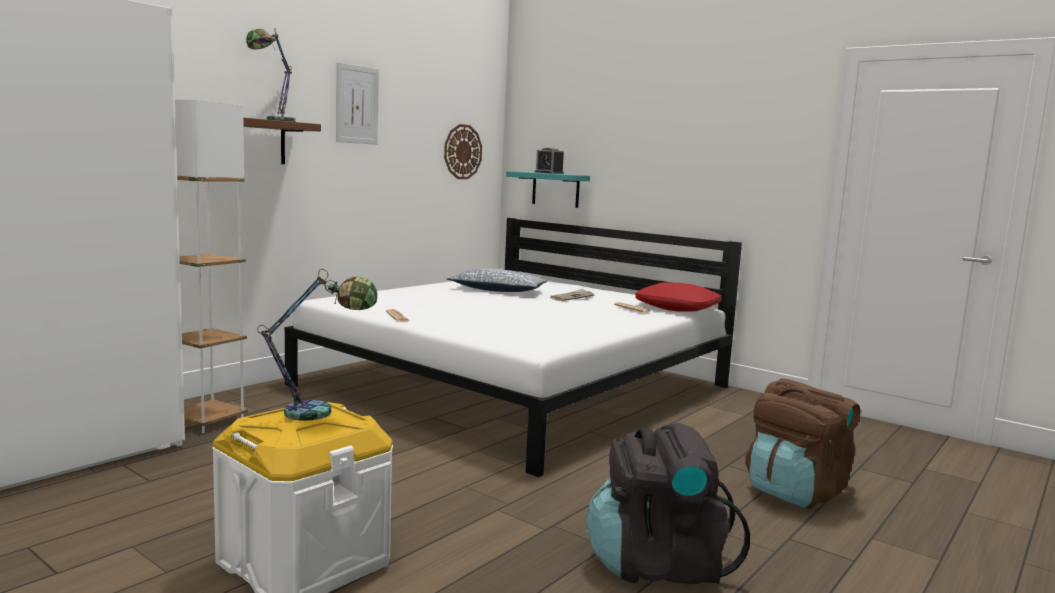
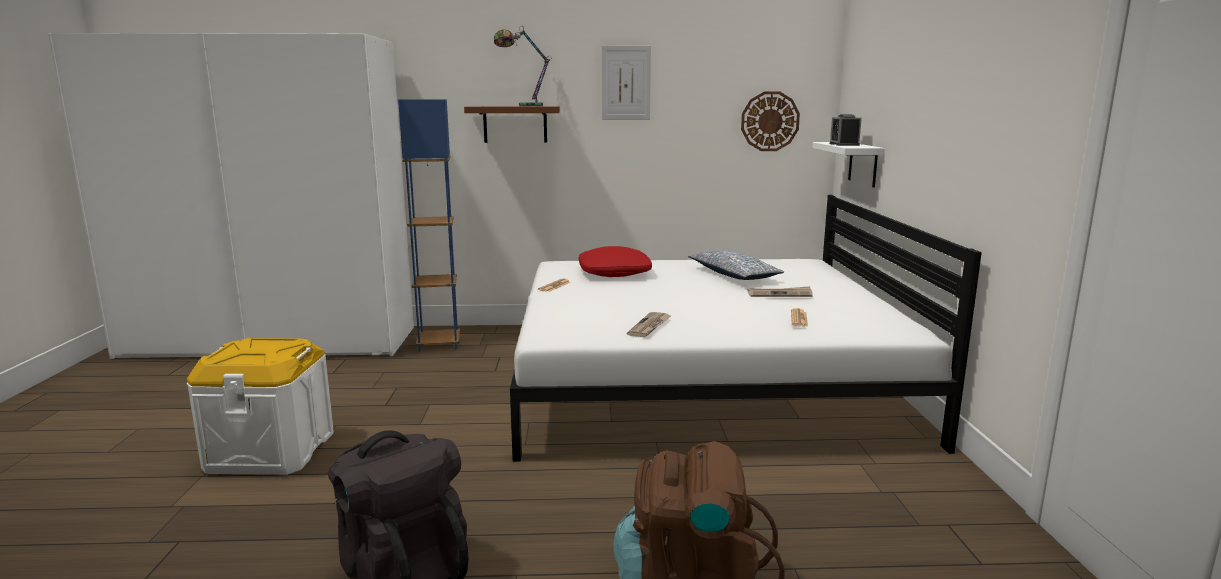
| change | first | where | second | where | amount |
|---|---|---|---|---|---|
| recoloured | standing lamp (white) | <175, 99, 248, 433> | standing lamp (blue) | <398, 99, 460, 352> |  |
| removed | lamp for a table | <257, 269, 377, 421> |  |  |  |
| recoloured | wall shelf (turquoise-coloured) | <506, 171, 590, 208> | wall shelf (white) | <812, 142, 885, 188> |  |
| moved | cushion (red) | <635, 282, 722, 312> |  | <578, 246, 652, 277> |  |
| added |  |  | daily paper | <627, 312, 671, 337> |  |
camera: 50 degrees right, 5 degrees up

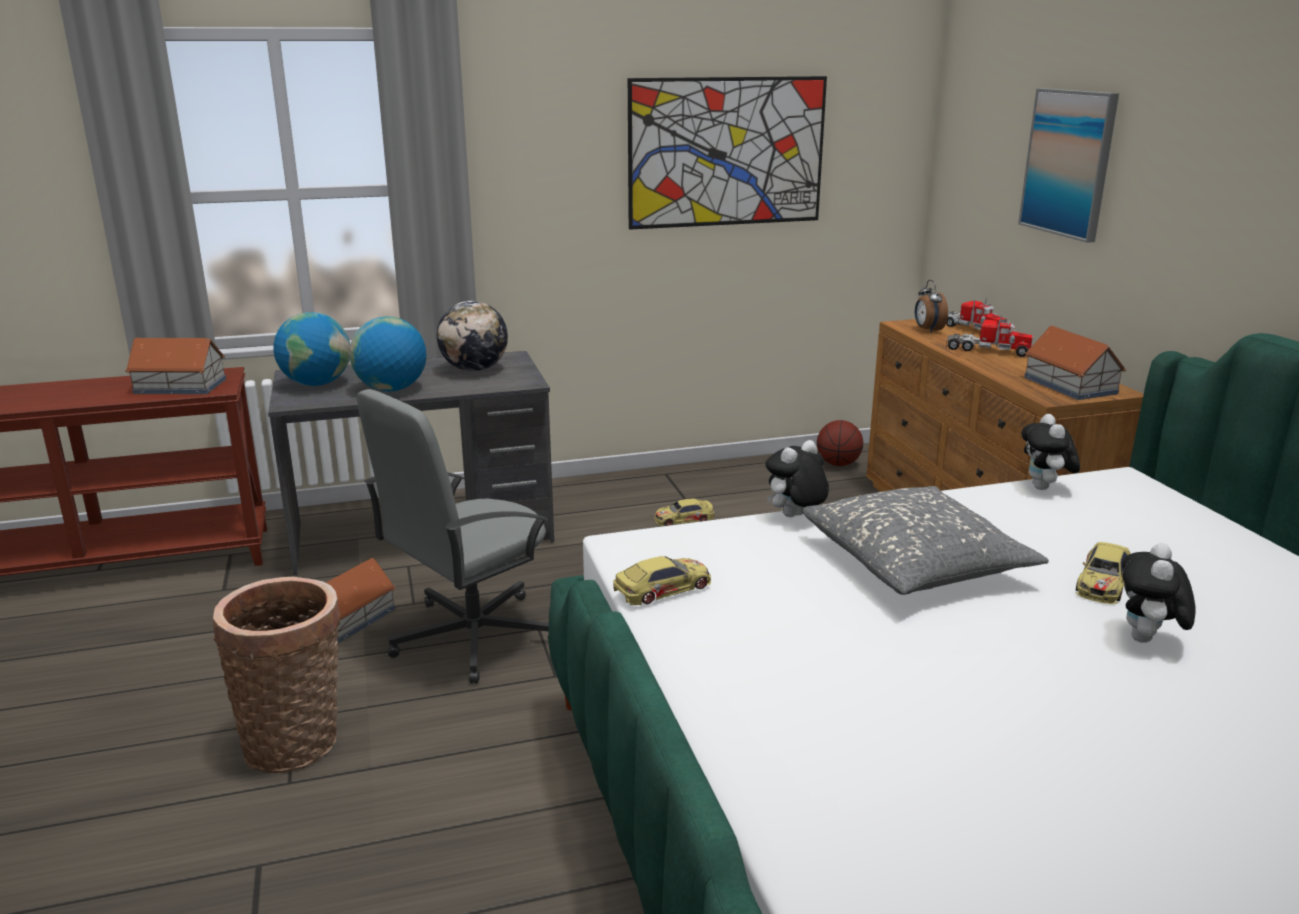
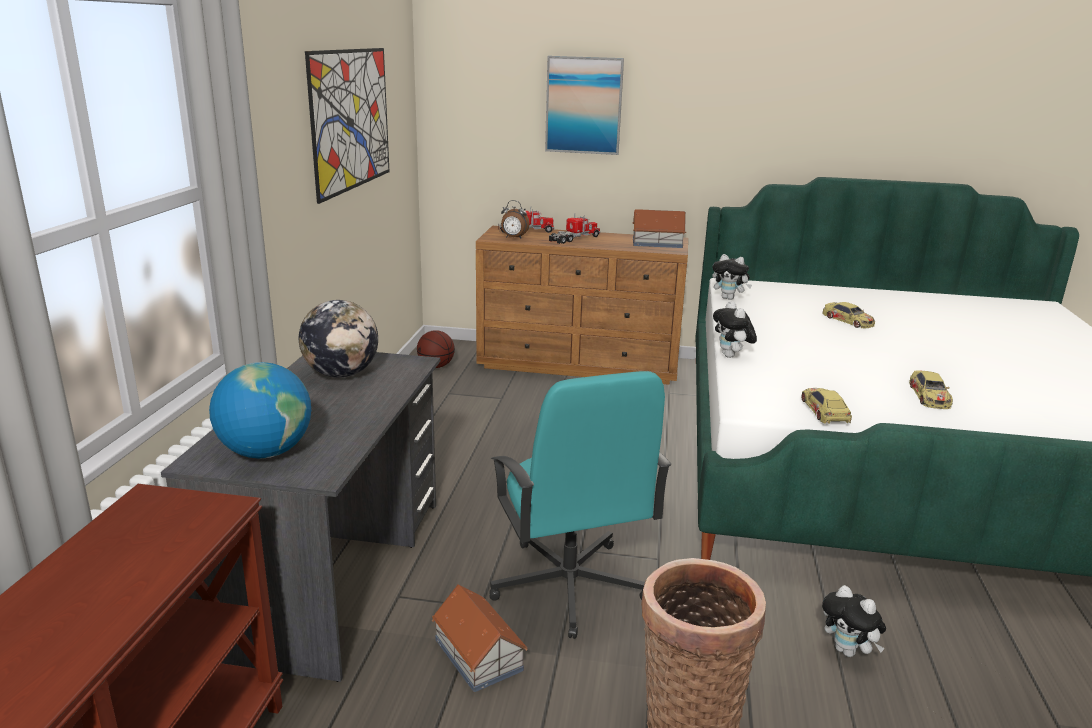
| change | first | where | second | where | amount |
|---|---|---|---|---|---|
| removed | miniature house | <125, 338, 226, 394> |  |  |  |
| removed | world globe | <349, 316, 427, 391> |  |  |  |
| recoloured | desk chair (gray) | <357, 389, 549, 684> | desk chair (turquoise-coloured) | <490, 371, 671, 639> |  |
| moved | miniature car | <654, 498, 714, 526> |  | <909, 370, 953, 409> |  |
| removed | cushion (gray) | <803, 486, 1049, 595> |  |  |  |
| moved | plush toy | <1122, 543, 1196, 643> |  | <822, 585, 886, 657> |  |
camera: 65 degrees left, 0 degrees up

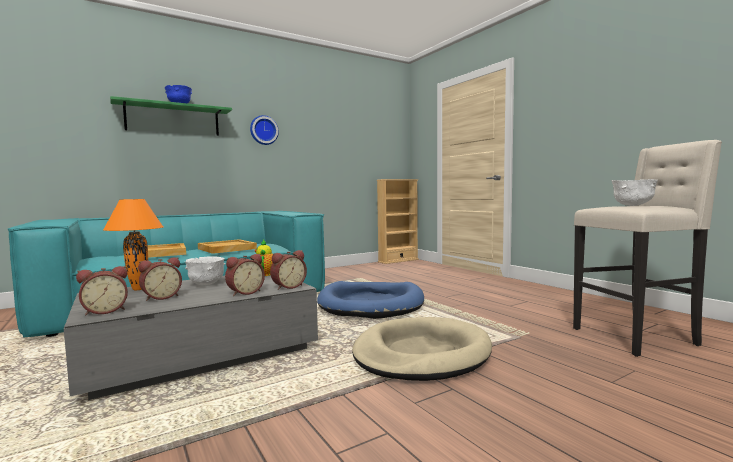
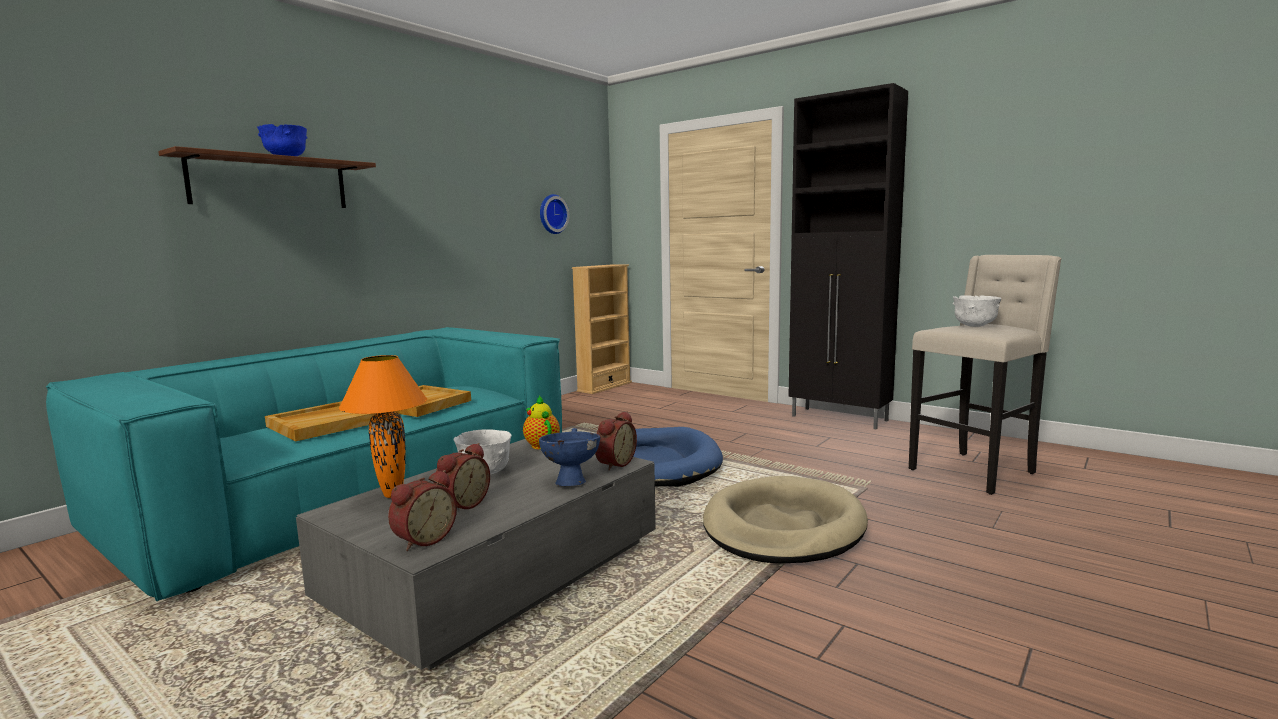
| change | first | where | second | where | amount |
|---|---|---|---|---|---|
| recoloured | wall shelf (green-coloured) | <110, 96, 232, 136> | wall shelf (brown-coloured) | <158, 146, 376, 208> |  |
| replaced | bedside clock | <225, 254, 265, 296> | deep dish (blue) | <539, 428, 600, 486> |  |
| moved | wall clock | <250, 115, 279, 145> |  | <540, 194, 569, 234> |  |
| added |  |  | storage cabinet (blackish) | <788, 83, 908, 429> |  |
camera: 20 degrees left, 5 degrees up

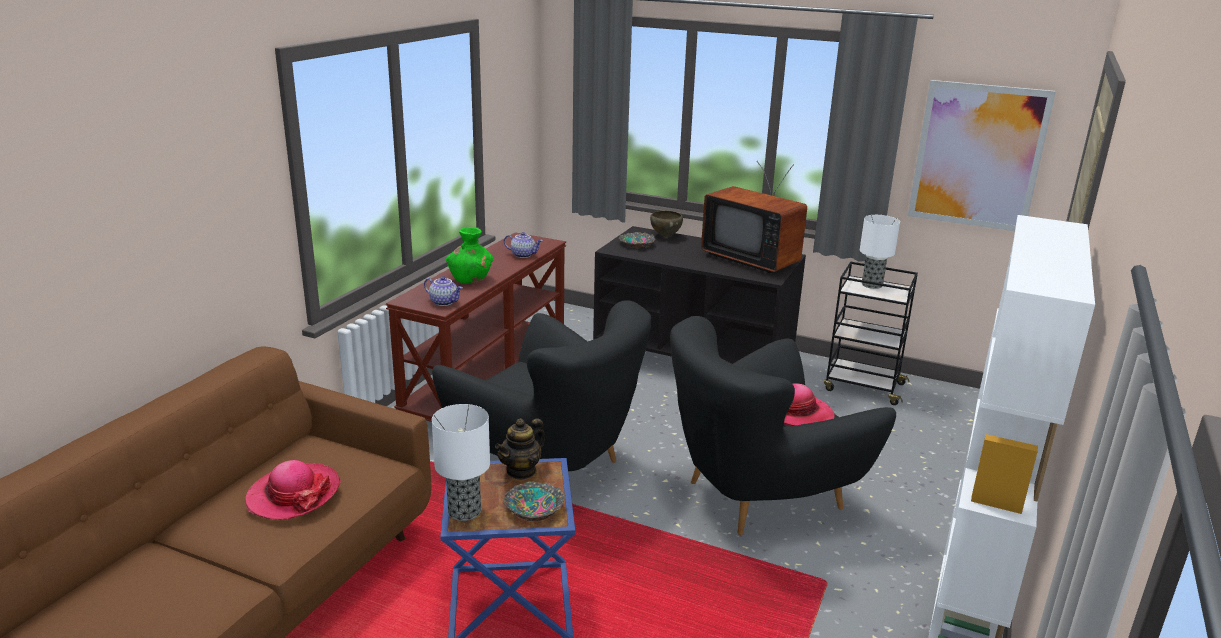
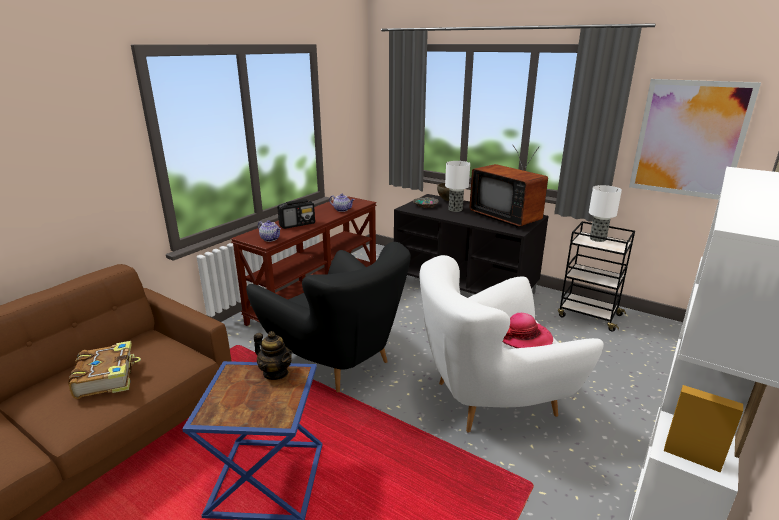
| change | first | where | second | where | amount |
|---|---|---|---|---|---|
| replaced | hat | <245, 460, 341, 520> | book | <68, 341, 141, 399> |  |
| moved | lamp for a table | <432, 404, 490, 521> |  | <445, 161, 470, 212> |  |
| replaced | flower vase (green-coloured) | <446, 227, 493, 283> | radio receiver | <277, 199, 315, 229> |  |
| turned | teapot | <495, 418, 545, 480> |  | <254, 331, 293, 380> | 105 degrees counterclockwise |
| removed | deep dish | <503, 481, 565, 521> |  |  |  |
| recoloured | armchair (blackish) | <670, 316, 896, 535> | armchair (white) | <420, 255, 604, 433> |  |
camera: 10 degrees right, 0 degrees up

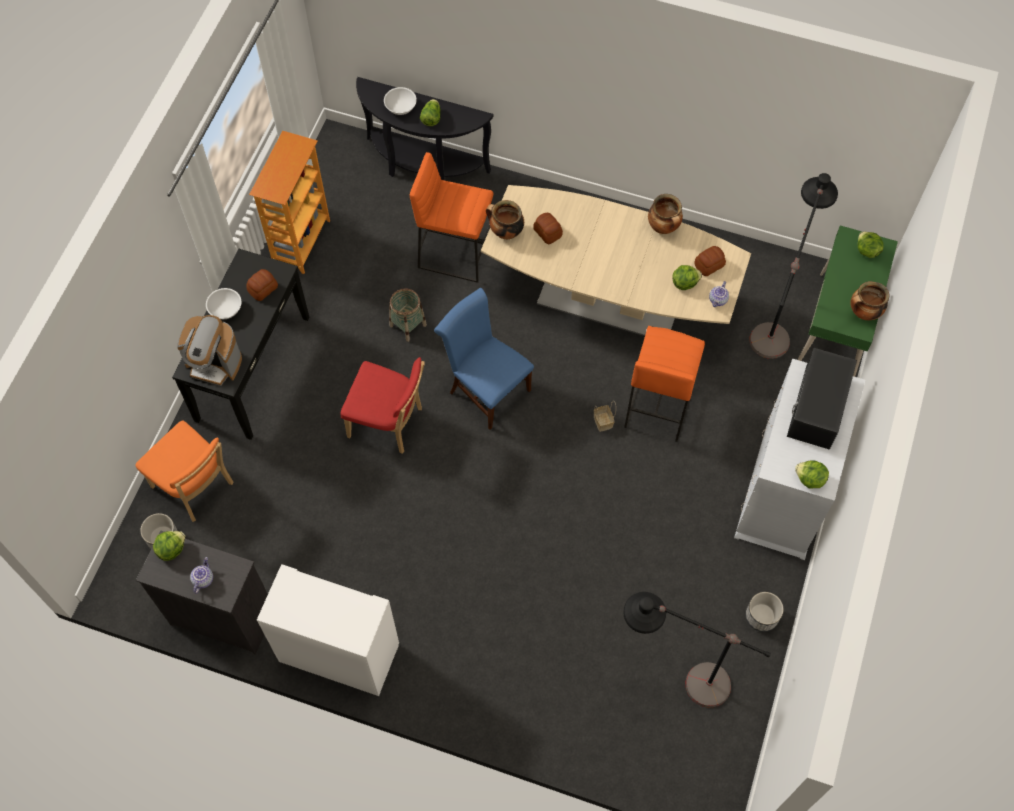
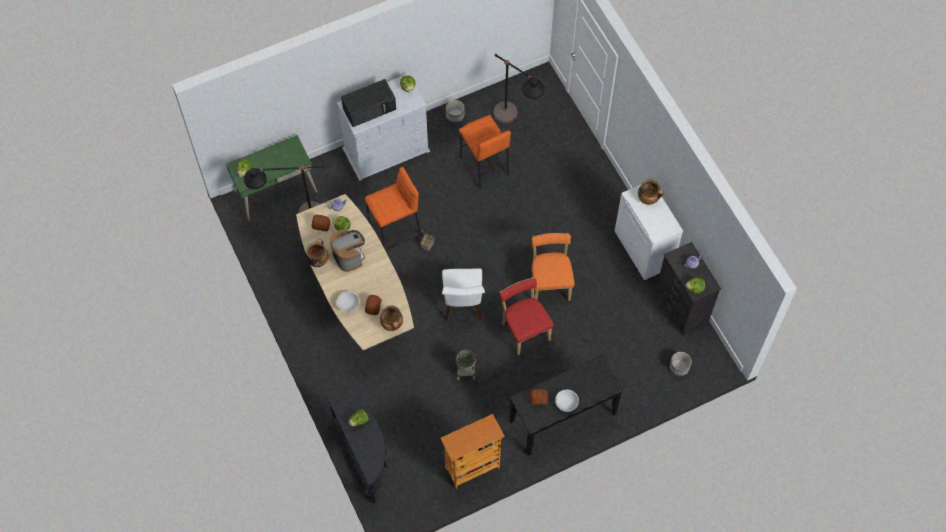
| change | first | where | second | where | amount |
|---|---|---|---|---|---|
| moved | chair (orange) | <135, 421, 233, 522> |  | <531, 233, 574, 301> |  |
| moved | coffee maker | <177, 315, 242, 386> |  | <330, 229, 365, 272> |  |
| moved | deep dish (white) | <384, 87, 417, 115> |  | <337, 291, 359, 312> |  |
| moved | stool seat (orange) | <410, 152, 494, 283> |  | <459, 115, 511, 189> |  |
| recoloured | chair (blue) | <434, 288, 534, 430> | chair (white) | <442, 269, 485, 321> |  |
| moved | saucepot | <850, 281, 889, 320> |  | <638, 179, 664, 205> |  |
camera: 135 degrees left, 0 degrees up

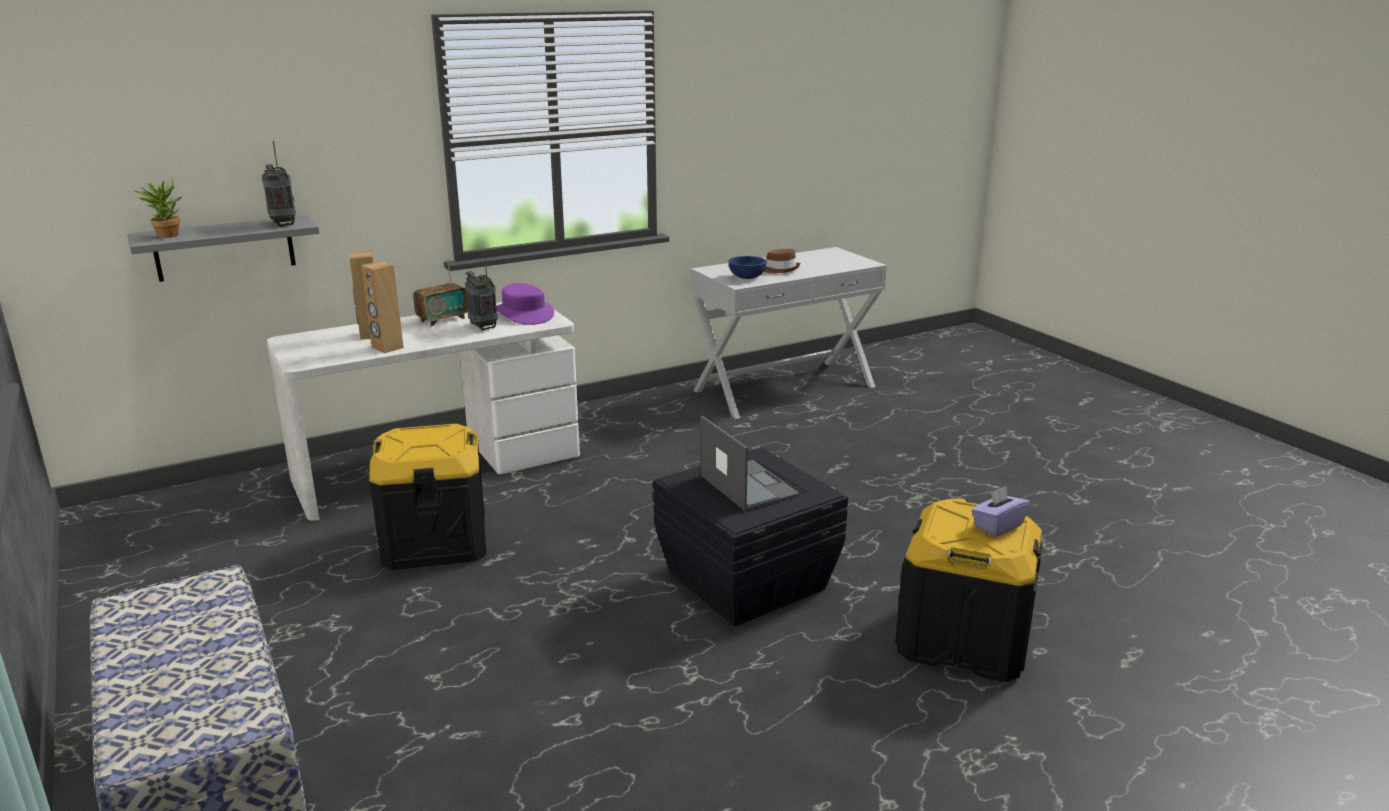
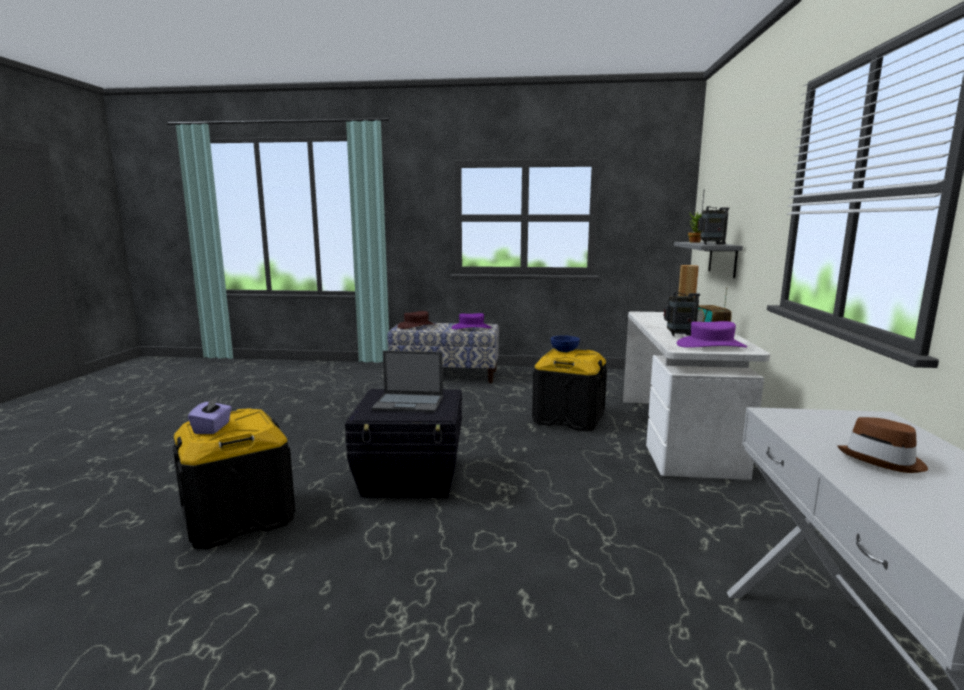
| change | first | where | second | where | amount |
|---|---|---|---|---|---|
| removed | speaker (brown-coloured) | <361, 261, 404, 353> |  |  |  |
| moved | deep dish (blue) | <728, 256, 767, 279> |  | <551, 335, 580, 352> |  |
| added |  |  | hat (brown-coloured) | <397, 311, 435, 329> |  |
| added |  |  | hat (purplish) | <451, 313, 492, 329> |  |
camera: 125 degrees right, 10 degrees down

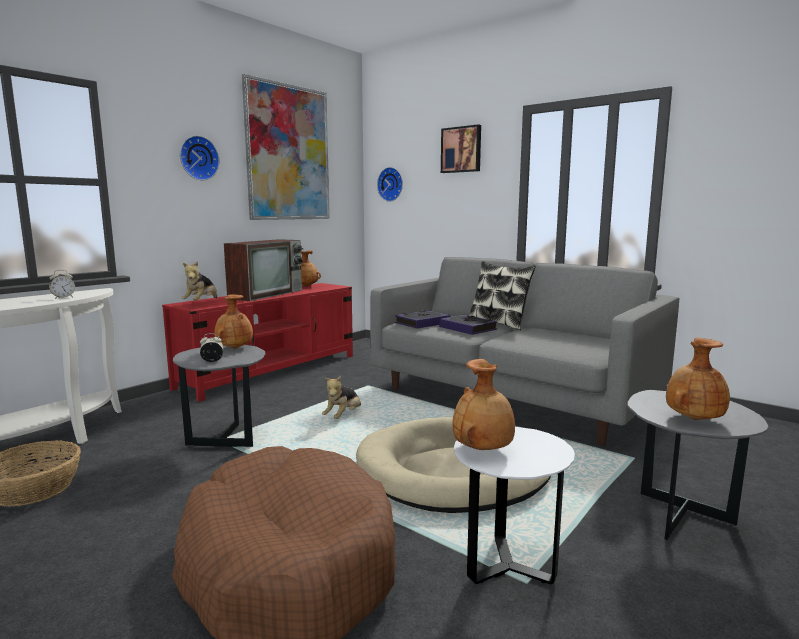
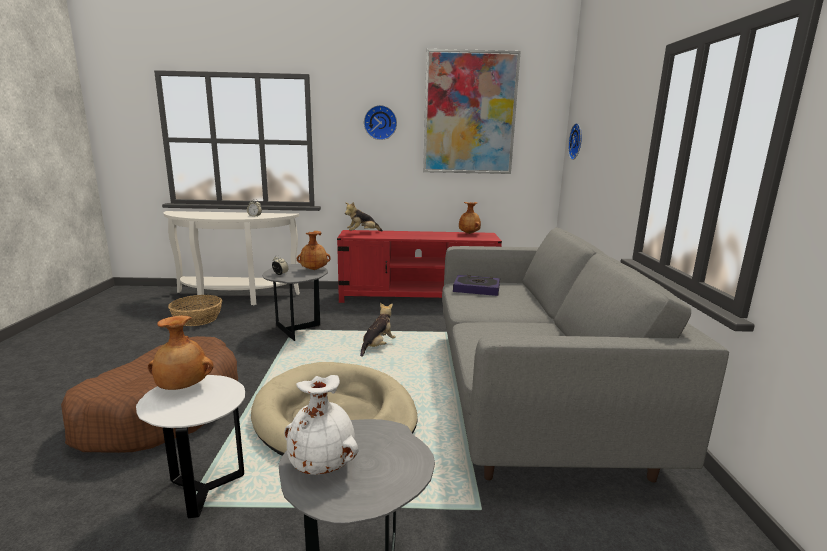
| change | first | where | second | where | amount |
|---|---|---|---|---|---|
| removed | TV set | <224, 239, 303, 301> |  |  |  |
| turned | plush toy | <322, 376, 361, 419> |  | <360, 303, 396, 357> | 135 degrees clockwise |
| removed | book | <439, 315, 498, 335> |  |  |  |
| removed | wall art | <441, 124, 481, 173> |  |  |  |
| removed | cushion | <469, 261, 536, 330> |  |  |  |
| recoloured | flower vase (brown-coloured) | <666, 338, 730, 420> | flower vase (white) | <284, 375, 358, 475> |  |
camera: 50 degrees right, 5 degrees up

